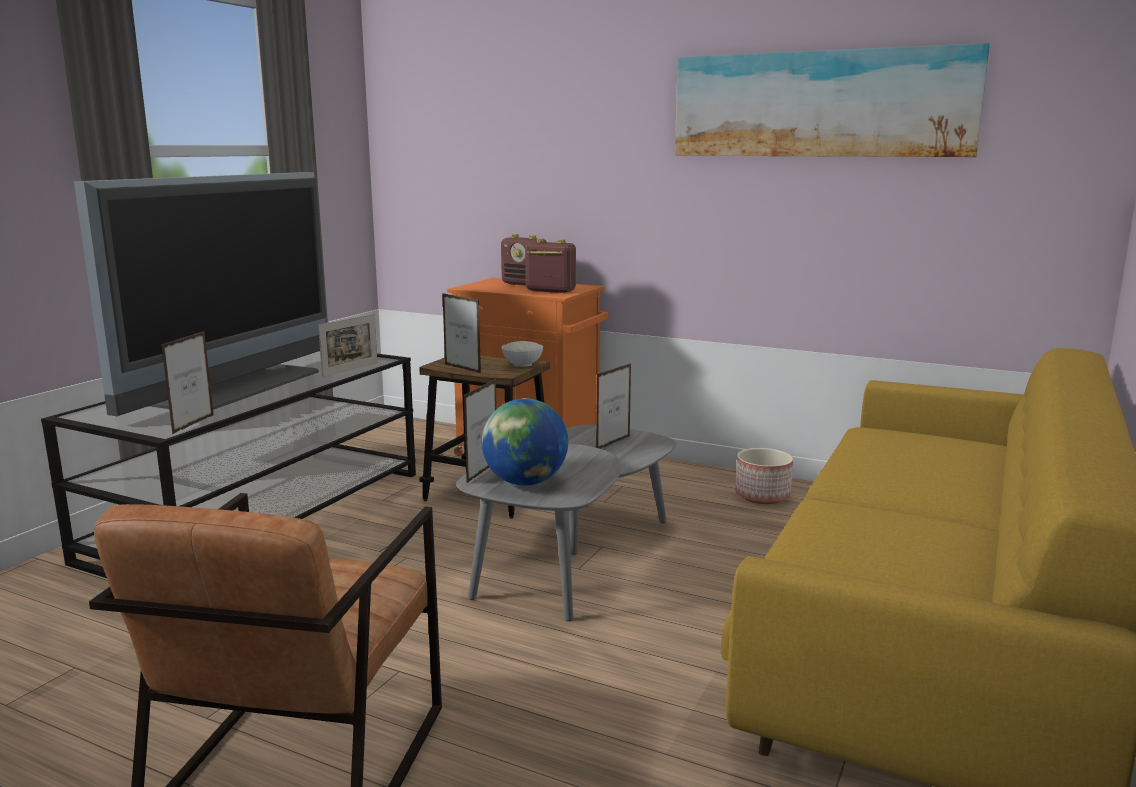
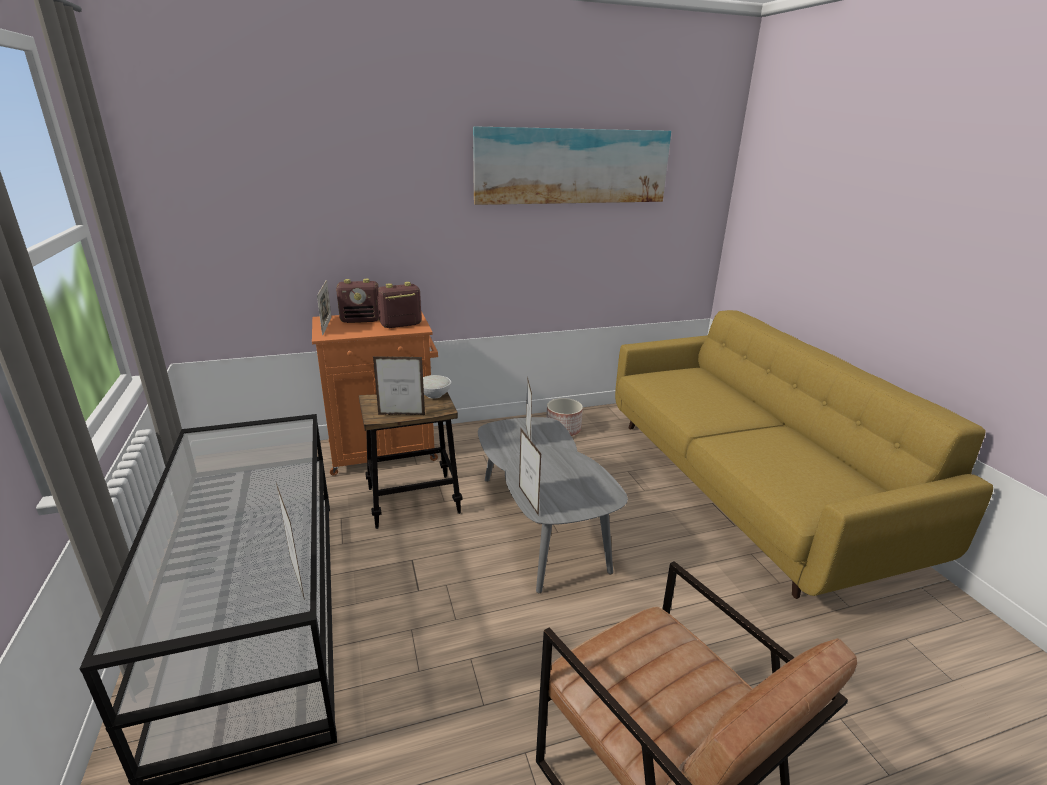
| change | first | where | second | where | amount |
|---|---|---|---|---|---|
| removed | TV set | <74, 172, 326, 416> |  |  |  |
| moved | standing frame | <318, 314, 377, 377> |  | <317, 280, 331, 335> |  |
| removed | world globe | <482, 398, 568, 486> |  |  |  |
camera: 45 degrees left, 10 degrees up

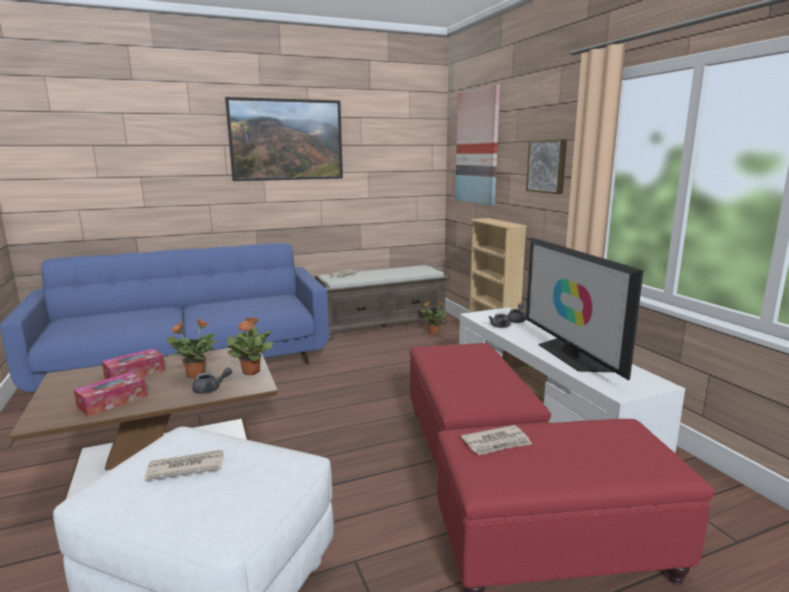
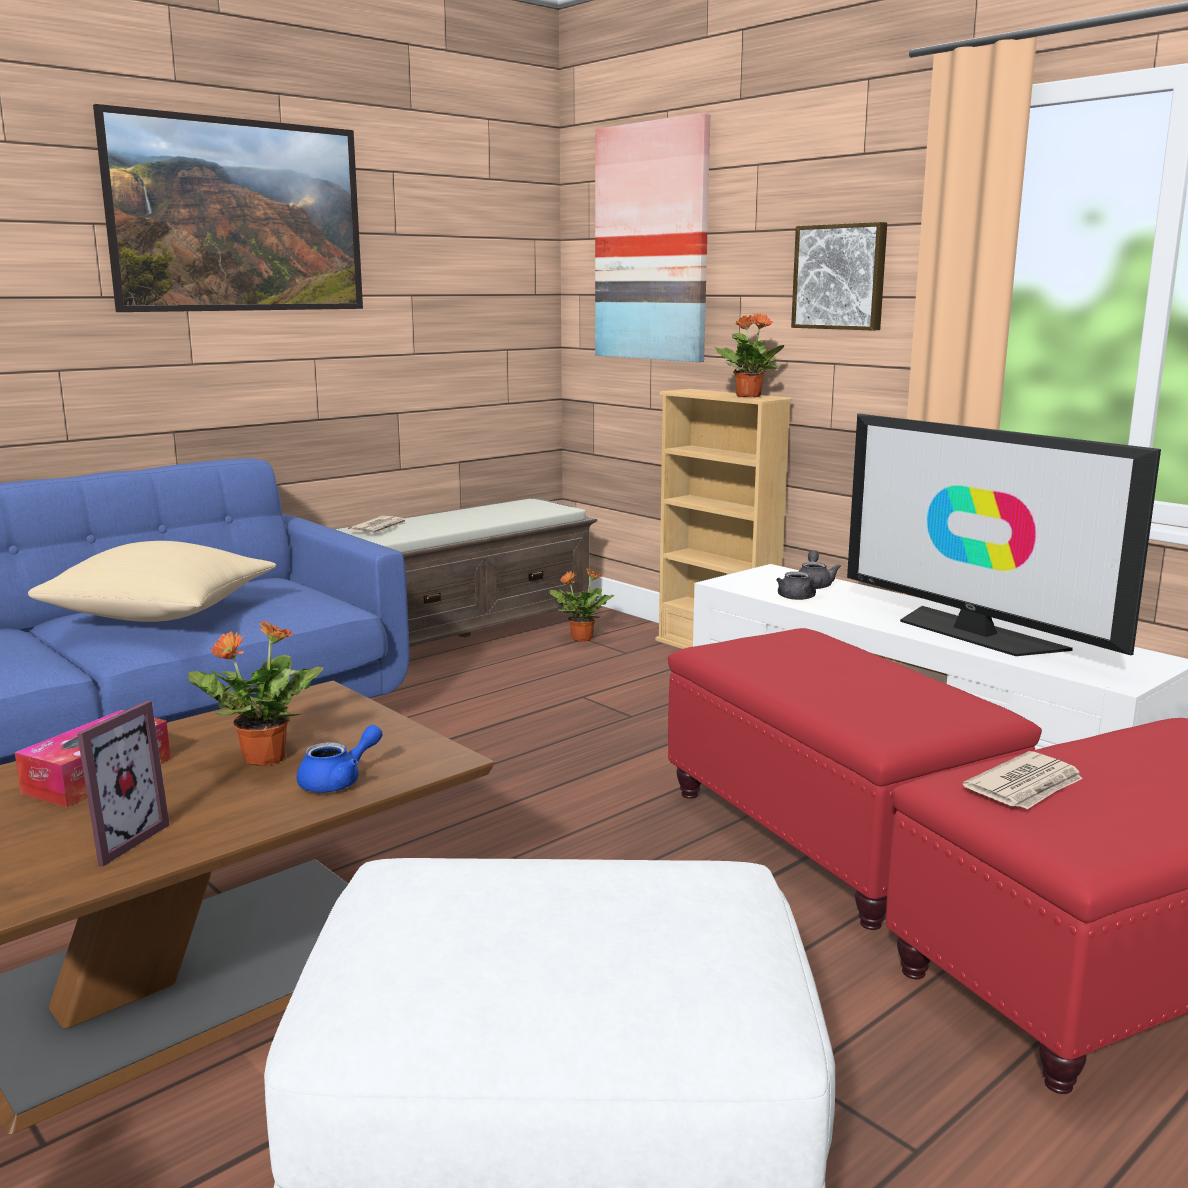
| change | first | where | second | where | amount |
|---|---|---|---|---|---|
| replaced | tissue box | <73, 372, 147, 417> | standing frame | <77, 701, 169, 866> |  |
| removed | daily paper | <145, 450, 224, 481> |  |  |  |
| recoloured | teapot (gray) | <192, 368, 232, 394> | teapot (blue) | <296, 725, 383, 792> |  |
| moved | potted plant | <227, 317, 274, 375> |  | <714, 314, 784, 397> |  |
| added |  |  | cushion (sand-coloured) | <28, 541, 276, 622> |  |
camera: 20 degrees left, 0 degrees up

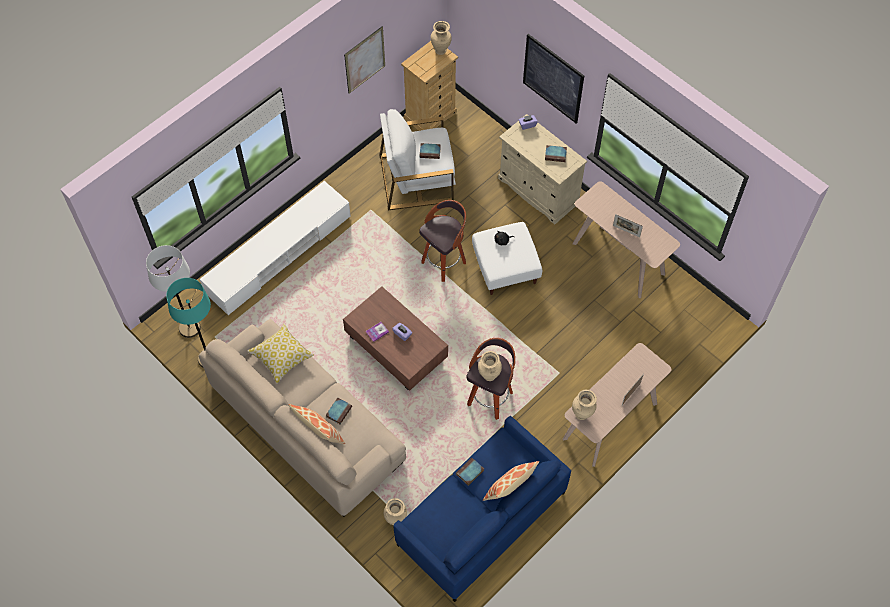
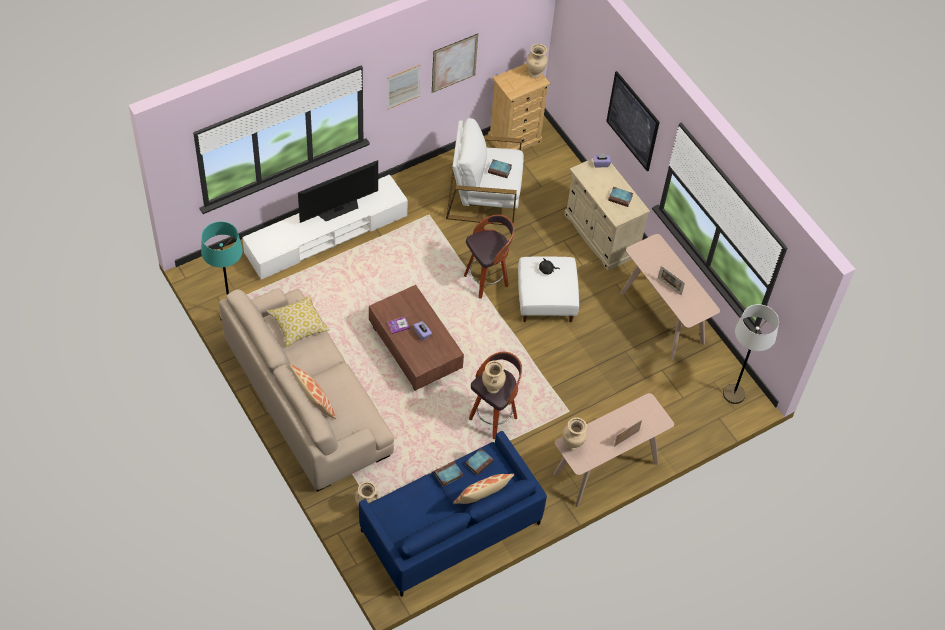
| change | first | where | second | where | amount |
|---|---|---|---|---|---|
| moved | standing lamp (white) | <146, 245, 201, 338> |  | <723, 304, 779, 404> |  |
| moved | book | <326, 398, 352, 424> |  | <465, 449, 494, 475> |  |
| added |  |  | TV set | <298, 160, 378, 223> |  |
| added |  |  | wall art | <387, 65, 420, 110> |  |
camera: 10 degrees right, 5 degrees down

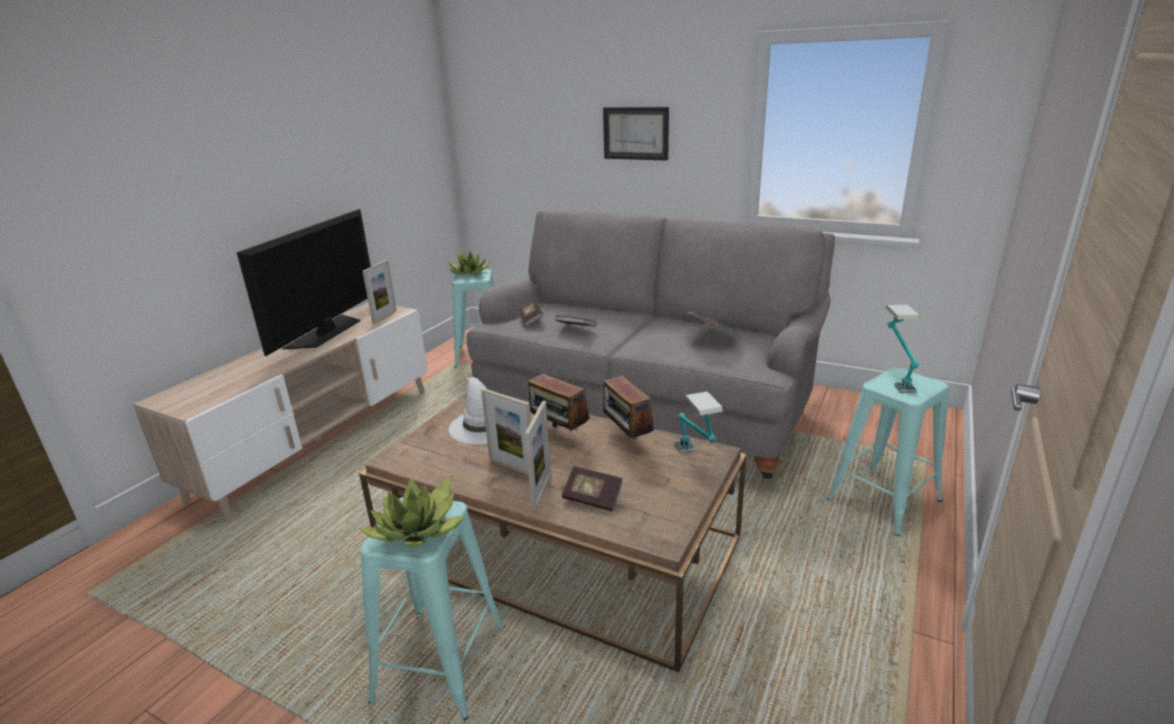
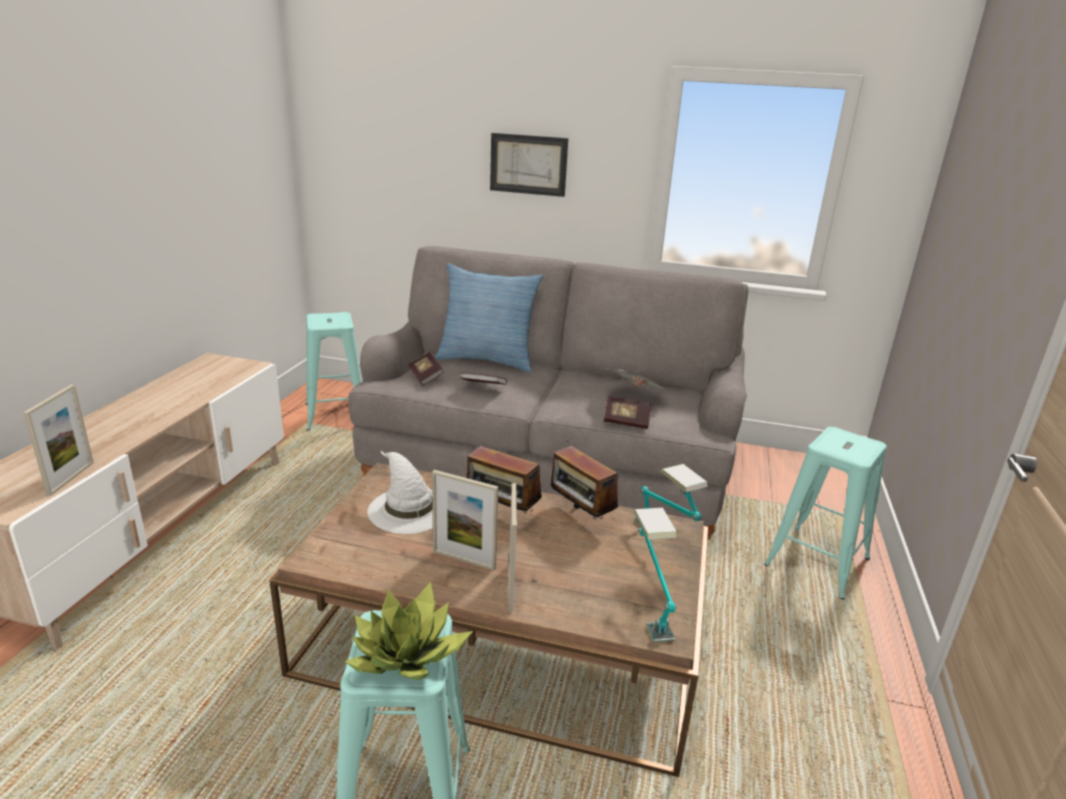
| change | first | where | second | where | amount |
|---|---|---|---|---|---|
| removed | TV set | <237, 209, 371, 356> |  |  |  |
| moved | standing frame | <363, 260, 397, 324> |  | <23, 385, 94, 496> |  |
| removed | potted plant | <447, 251, 490, 276> |  |  |  |
| moved | book | <562, 466, 623, 511> |  | <604, 397, 651, 429> |  |
| moved | lamp for a table | <885, 304, 920, 393> |  | <634, 508, 677, 642> |  |
| added |  |  | cushion | <435, 263, 544, 373> |  |
camera: 15 degrees left, 0 degrees up

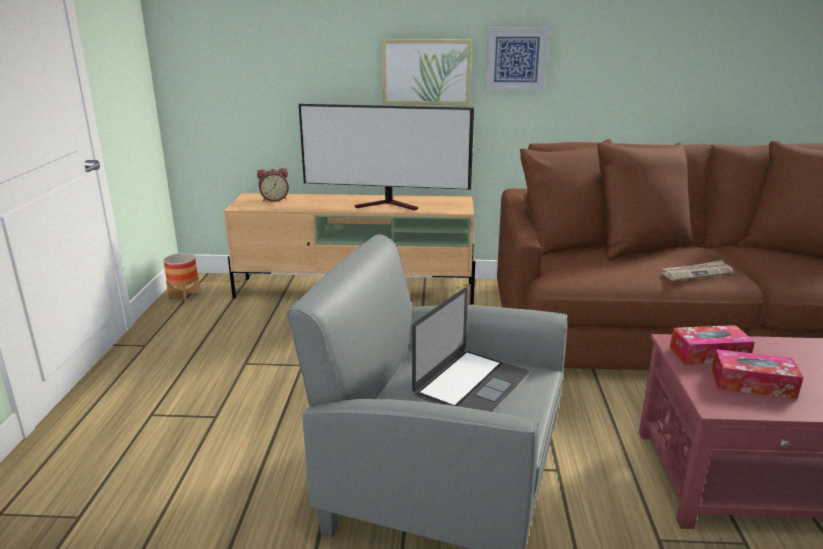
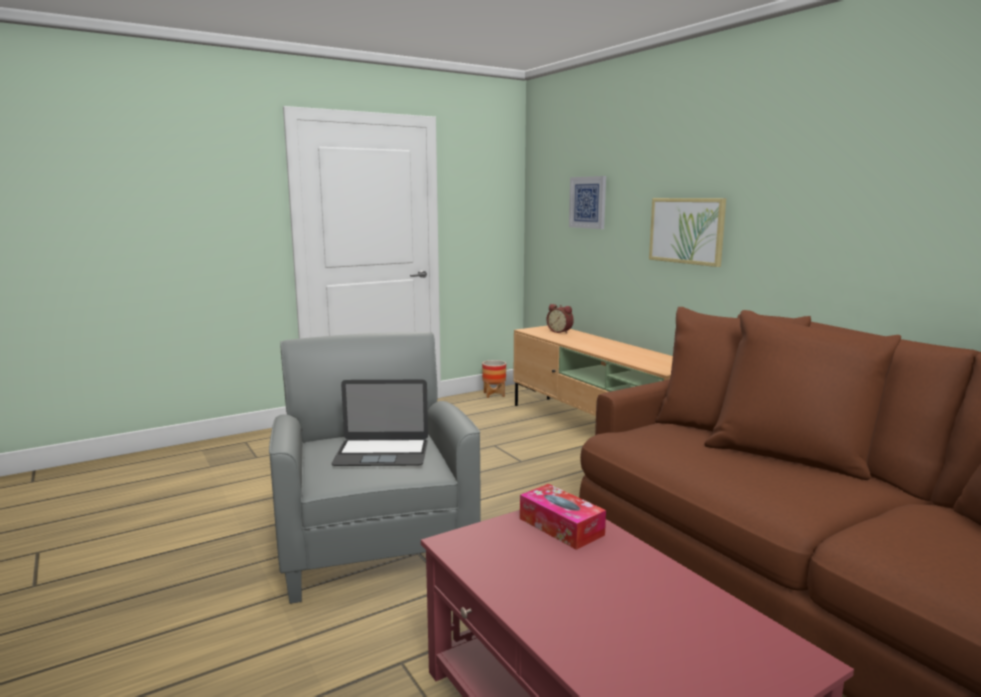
| change | first | where | second | where | amount |
|---|---|---|---|---|---|
| removed | TV set | <299, 104, 474, 210> |  |  |  |
| moved | wall art | <485, 27, 549, 90> |  | <569, 176, 606, 229> |  |
| removed | daily paper | <661, 260, 734, 281> |  |  |  |
| removed | tissue box | <712, 349, 804, 399> |  |  |  |
camera: 55 degrees right, 10 degrees down

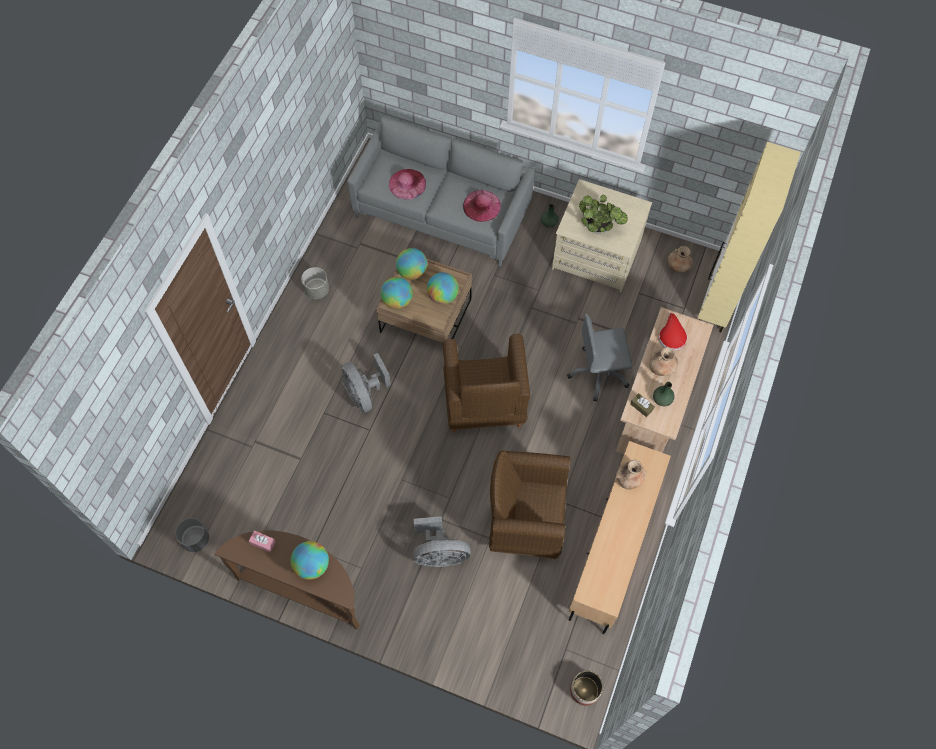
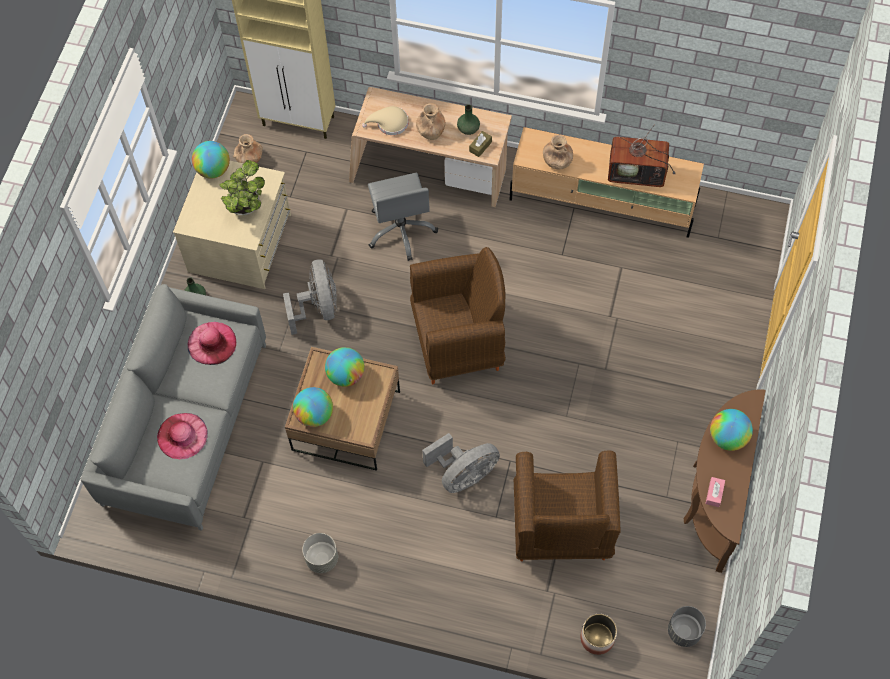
| change | first | where | second | where | amount |
|---|---|---|---|---|---|
| moved | world globe | <381, 277, 413, 309> |  | <192, 141, 230, 179> |  |
| moved | fan (gray) | <413, 516, 471, 568> |  | <283, 259, 337, 335> |  |
| moved | armchair (brown-coloured) | <489, 450, 571, 559> |  | <514, 450, 621, 561> |  |
| moved | flower pot | <570, 670, 603, 706> |  | <580, 614, 617, 655> |  |
| recoloured | hat (red) | <658, 313, 687, 351> | hat (sand-coloured) | <362, 106, 409, 135> |  |
| added |  |  | TV set | <608, 124, 676, 187> |  |
camera: 95 degrees left, 0 degrees up

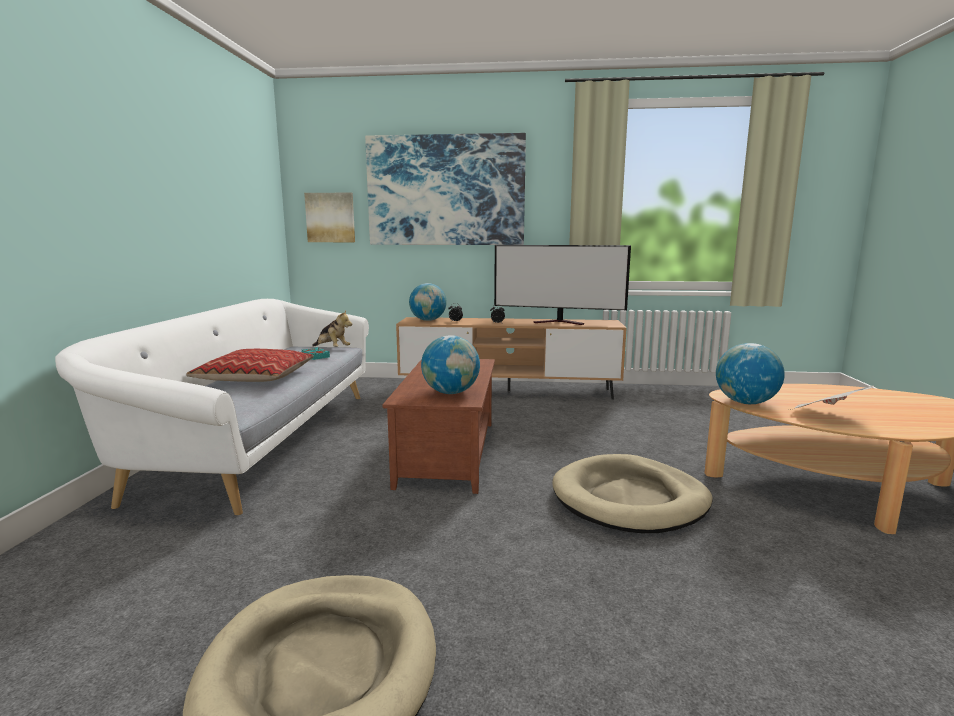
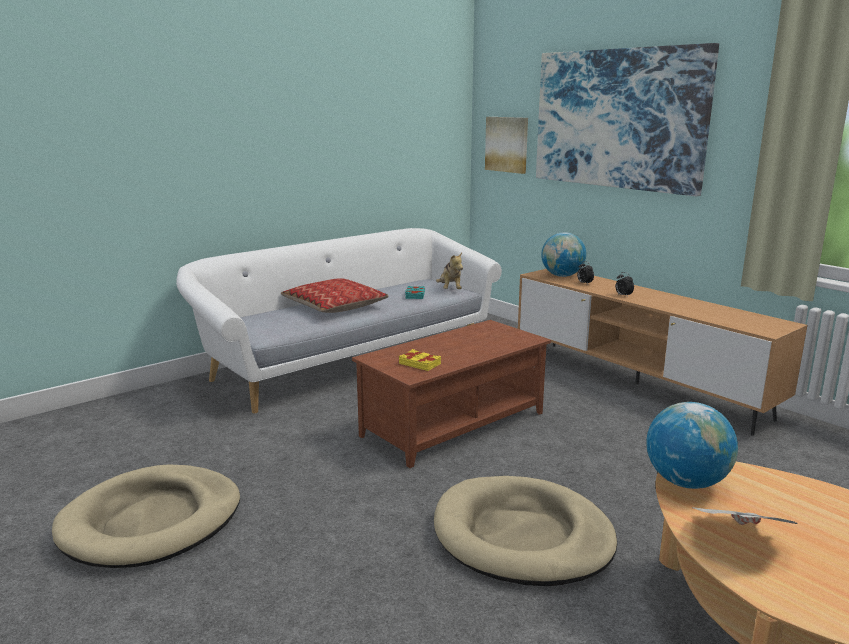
| change | first | where | second | where | amount |
|---|---|---|---|---|---|
| replaced | world globe | <421, 335, 480, 394> | book (yellowish) | <399, 349, 441, 371> |  |
| removed | TV set | <494, 245, 631, 325> |  |  |  |
camera: 45 degrees right, 5 degrees up

